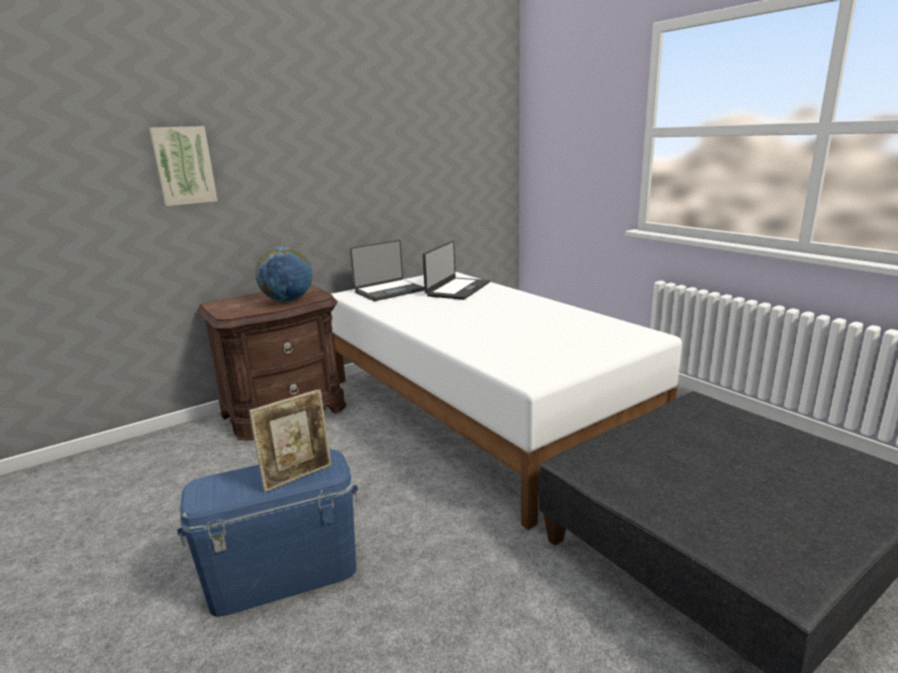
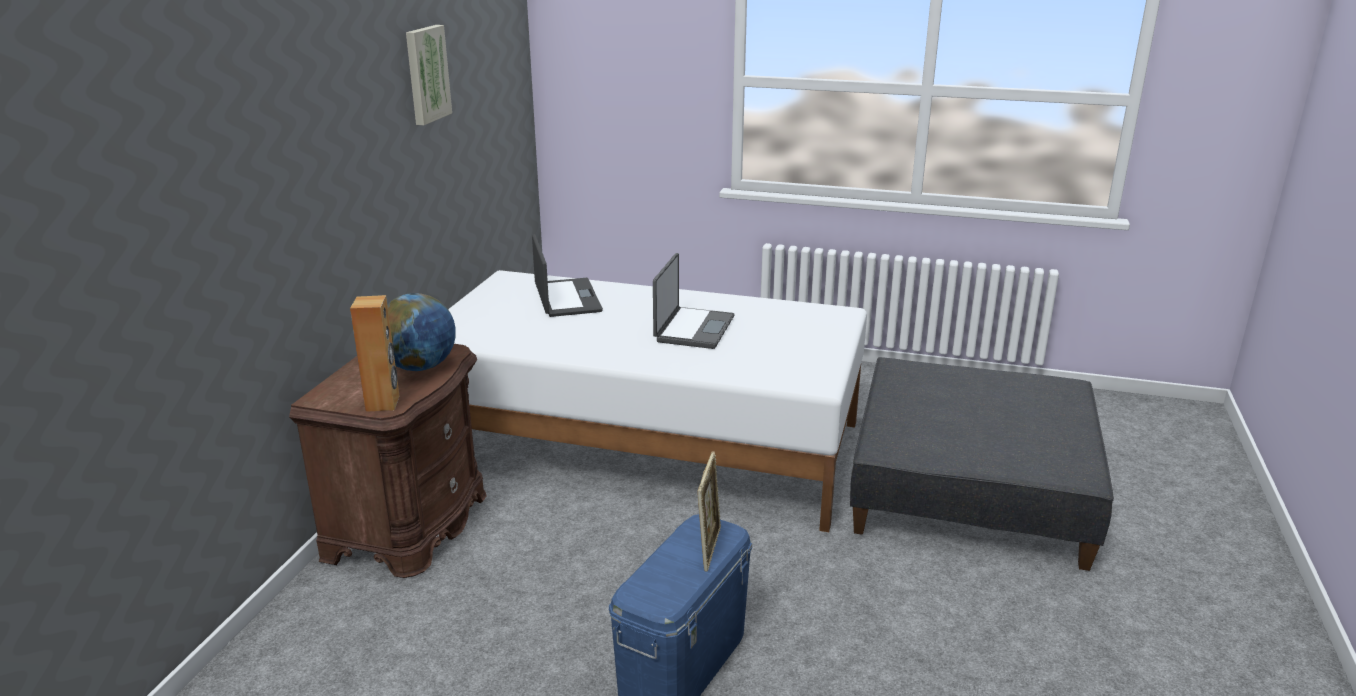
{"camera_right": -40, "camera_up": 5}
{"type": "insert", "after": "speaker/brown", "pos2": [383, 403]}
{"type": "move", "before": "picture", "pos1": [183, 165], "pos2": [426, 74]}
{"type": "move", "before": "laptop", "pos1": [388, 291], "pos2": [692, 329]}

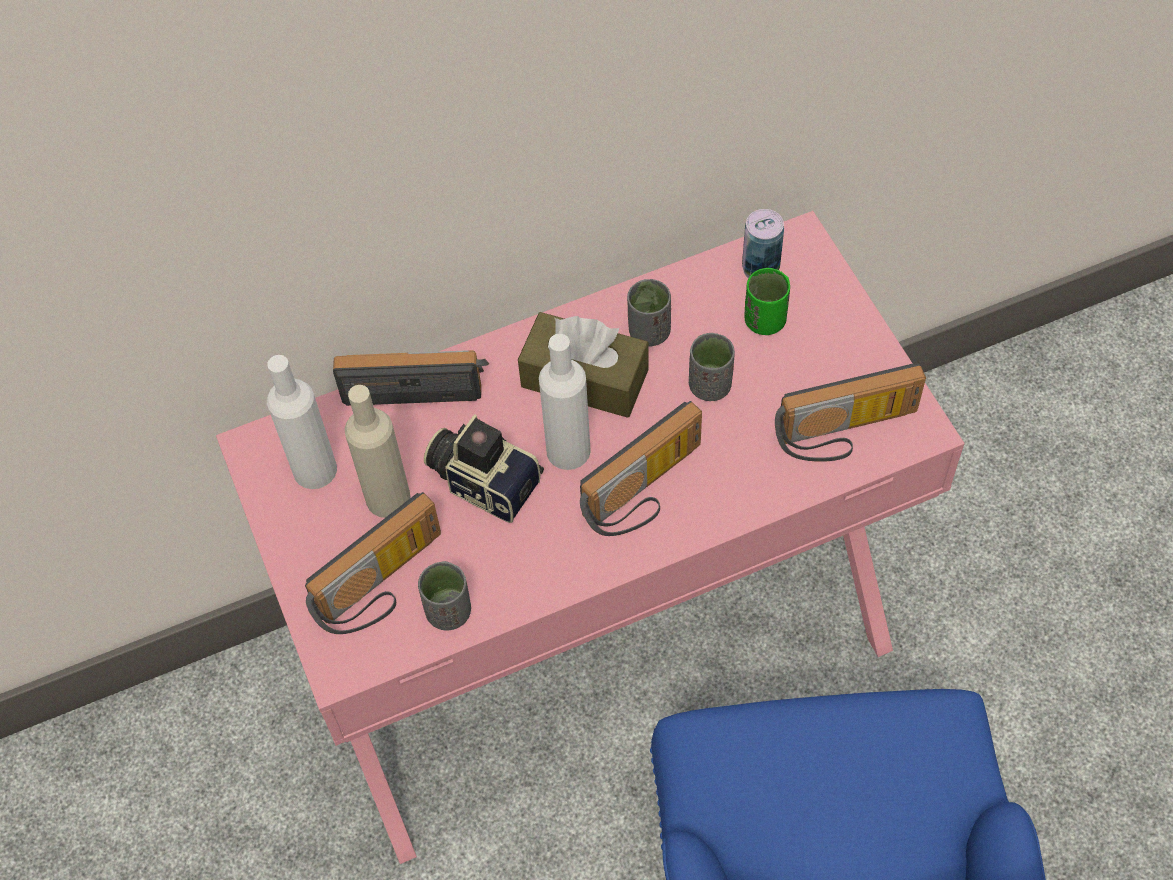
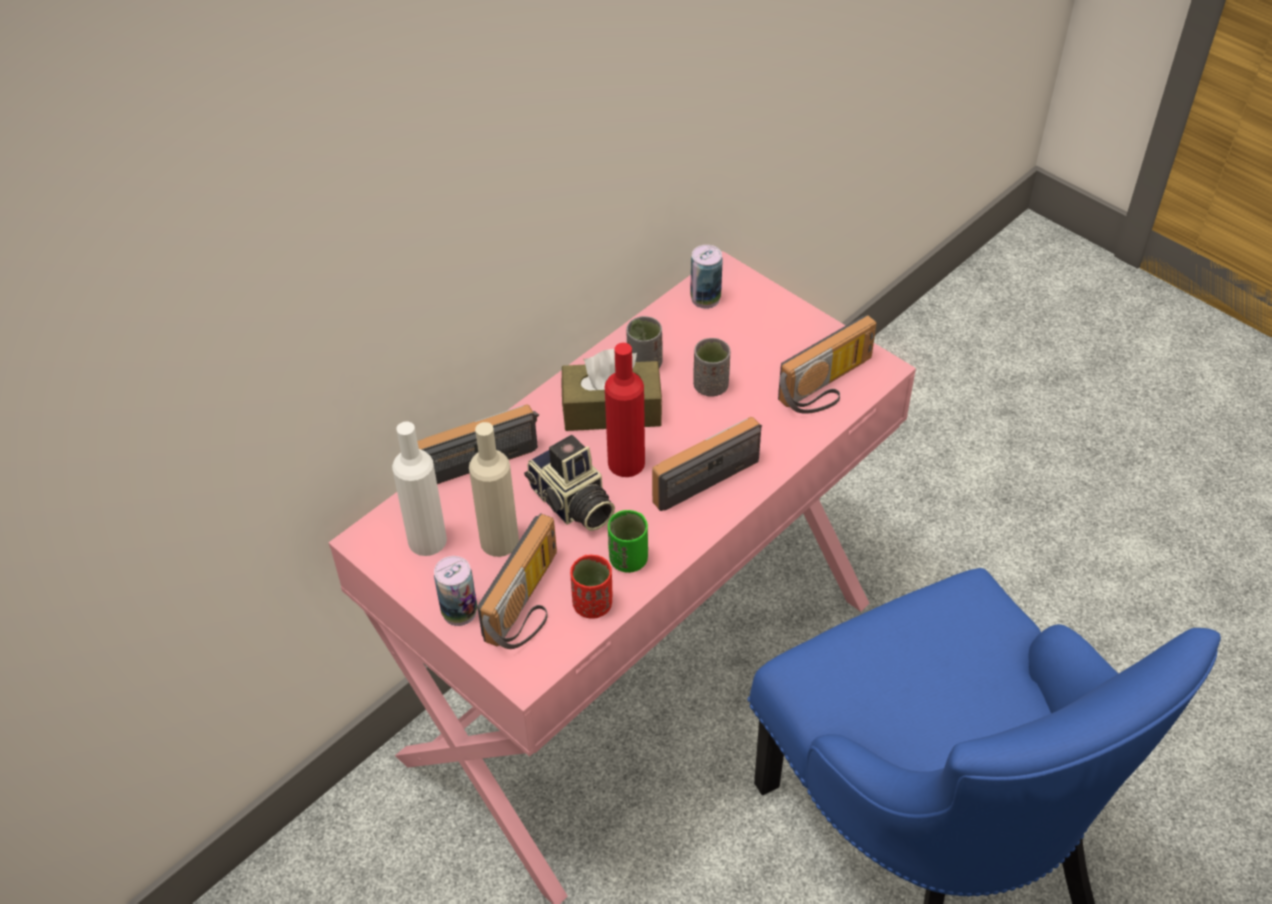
{"camera_right": -25, "camera_up": -10}
{"type": "insert", "after": "can", "pos2": [459, 612]}
{"type": "move", "before": "cup/green", "pos1": [764, 321], "pos2": [628, 559]}
{"type": "recolor", "before": "cup/grey", "after": "cup/red", "pos1": [449, 612], "pos2": [592, 605]}
{"type": "recolor", "before": "bottle/white", "after": "bottle/red", "pos1": [568, 450], "pos2": [626, 463]}
{"type": "rotate", "before": "photo camera", "pos1": [485, 480], "pos2": [571, 504], "turn": -135}
{"type": "rotate", "before": "radio", "pos1": [647, 492], "pos2": [703, 472], "turn": -150}

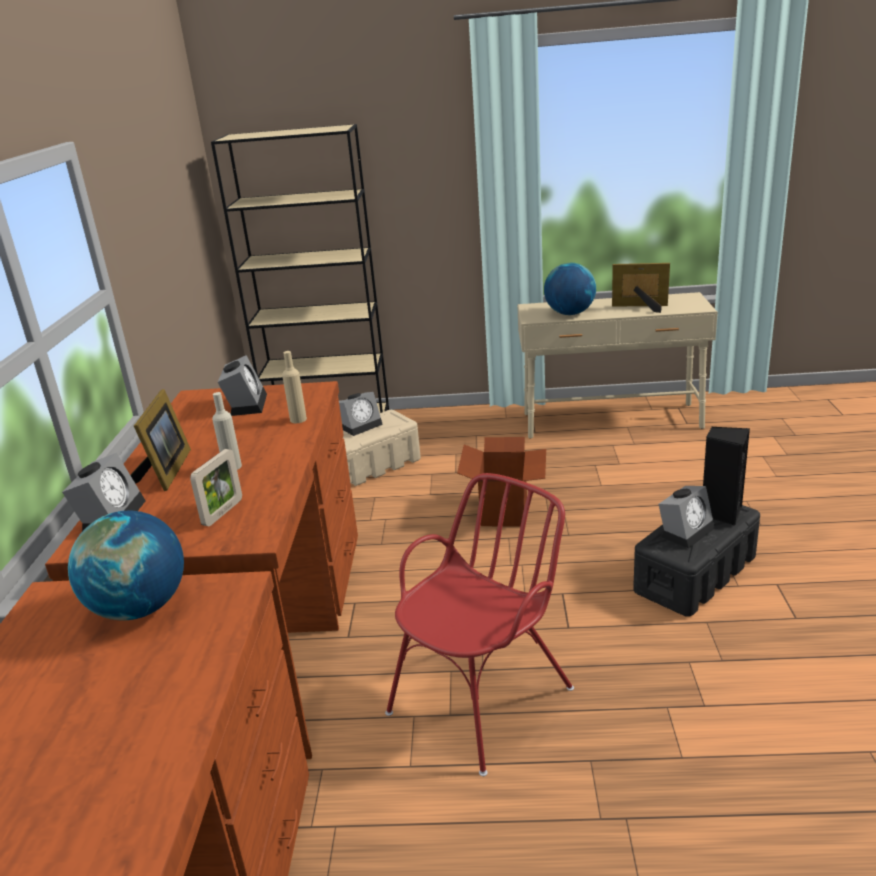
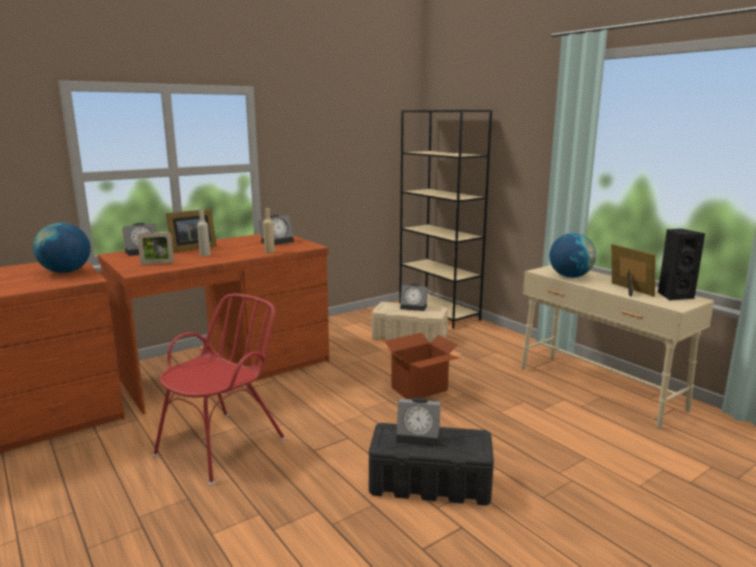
{"camera_right": 50, "camera_up": -10}
{"type": "move", "before": "speaker/black", "pos1": [721, 513], "pos2": [674, 296]}
{"type": "rotate", "before": "chair/red", "pos1": [484, 695], "pos2": [224, 443], "turn": -60}

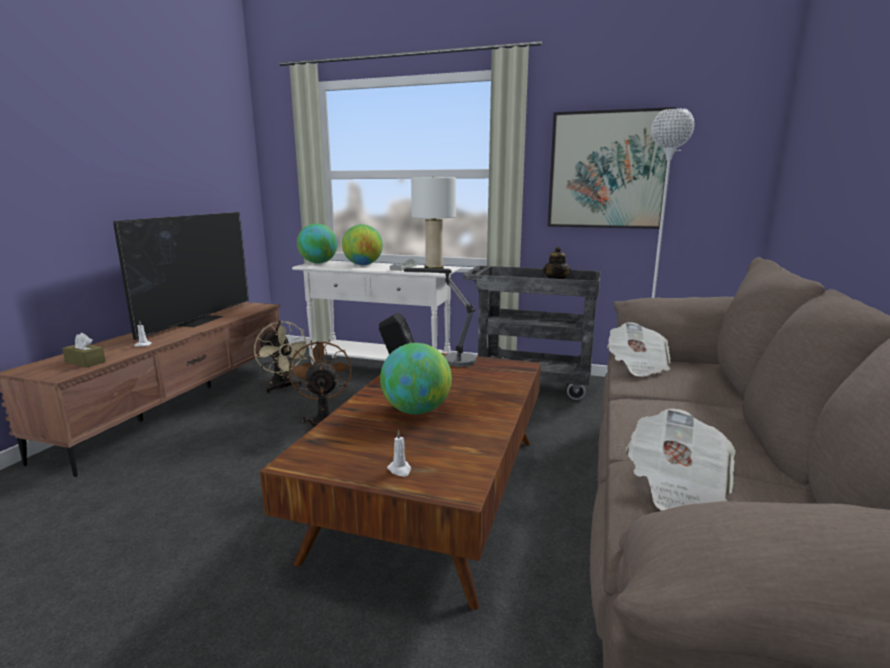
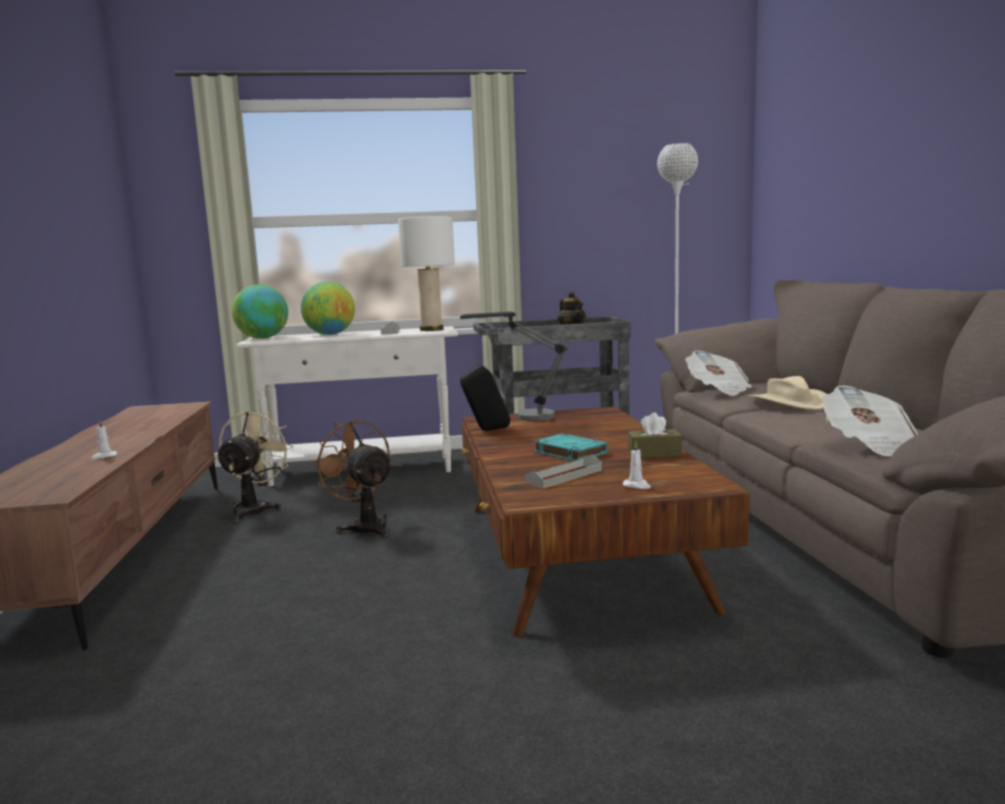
{"camera_right": -25, "camera_up": -5}
{"type": "delete", "before": "television", "pos1": [199, 320]}
{"type": "delete", "before": "picture", "pos1": [607, 170]}
{"type": "insert", "after": "tray/grey", "pos2": [564, 476]}
{"type": "insert", "after": "hat/beige", "pos2": [788, 402]}
{"type": "move", "before": "tissue box/brown", "pos1": [85, 362], "pos2": [654, 454]}
{"type": "replace", "before": "globe", "after": "book/turquoise", "pos1": [416, 411], "pos2": [569, 452]}
{"type": "rotate", "before": "fan/beige", "pos1": [282, 387], "pos2": [255, 509], "turn": -105}

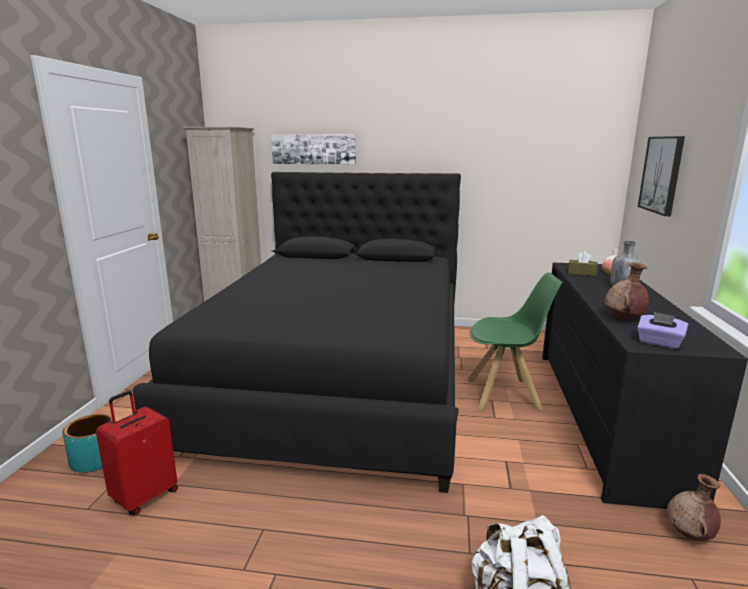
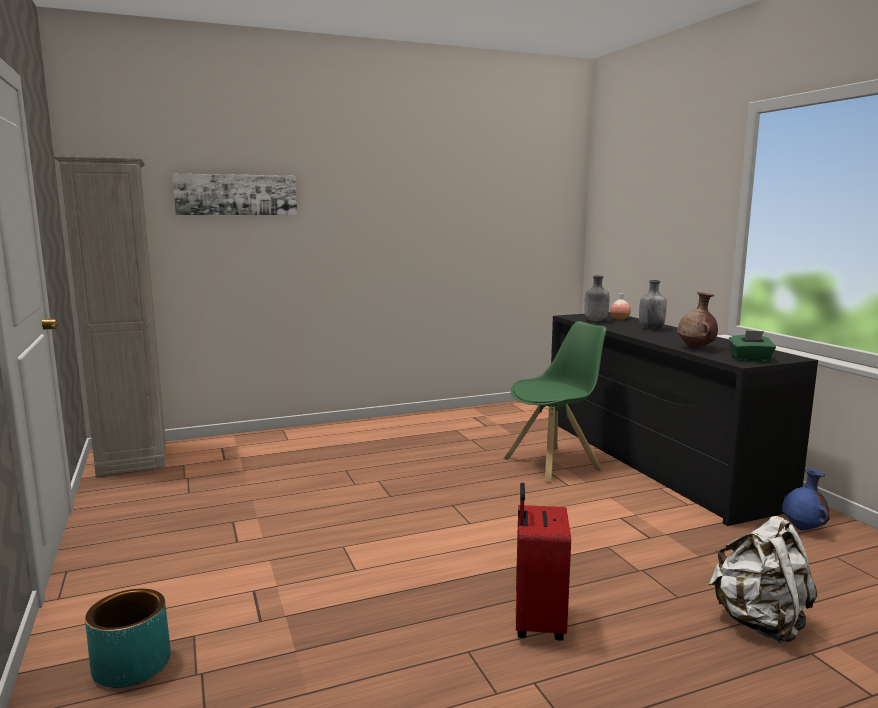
{"camera_right": -30, "camera_up": -5}
{"type": "delete", "before": "bed/black", "pos1": [340, 377]}
{"type": "delete", "before": "picture", "pos1": [662, 174]}
{"type": "move", "before": "suitcase/red", "pos1": [144, 496], "pos2": [537, 623]}
{"type": "replace", "before": "tissue box/brown", "after": "bottle/grey", "pos1": [582, 273], "pos2": [595, 321]}
{"type": "recolor", "before": "tissue box/purple", "after": "tissue box/green", "pos1": [659, 343], "pos2": [750, 359]}
{"type": "recolor", "before": "vase/brown", "after": "vase/blue", "pos1": [689, 535], "pos2": [803, 529]}

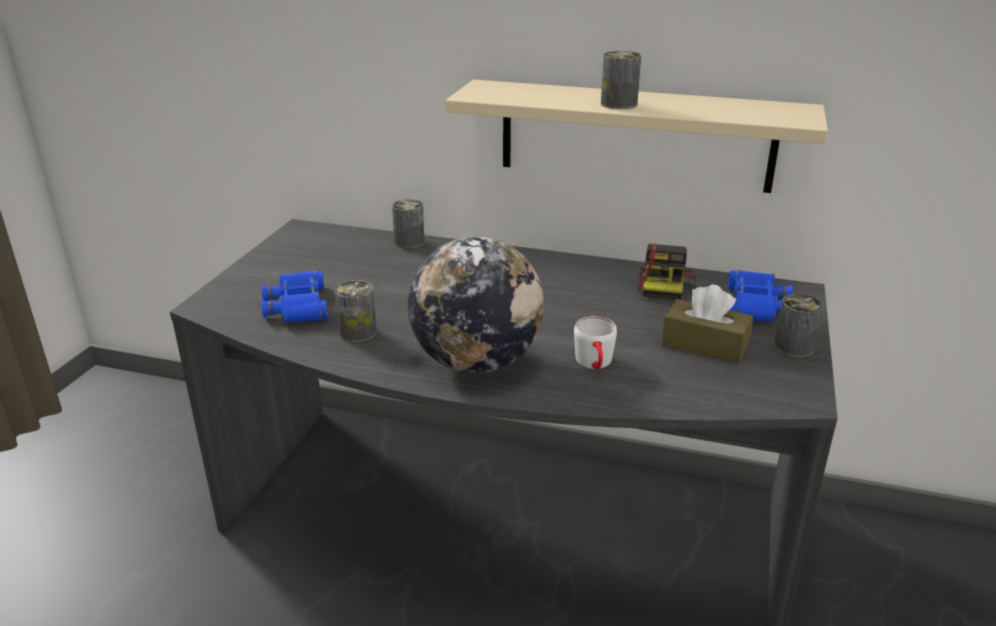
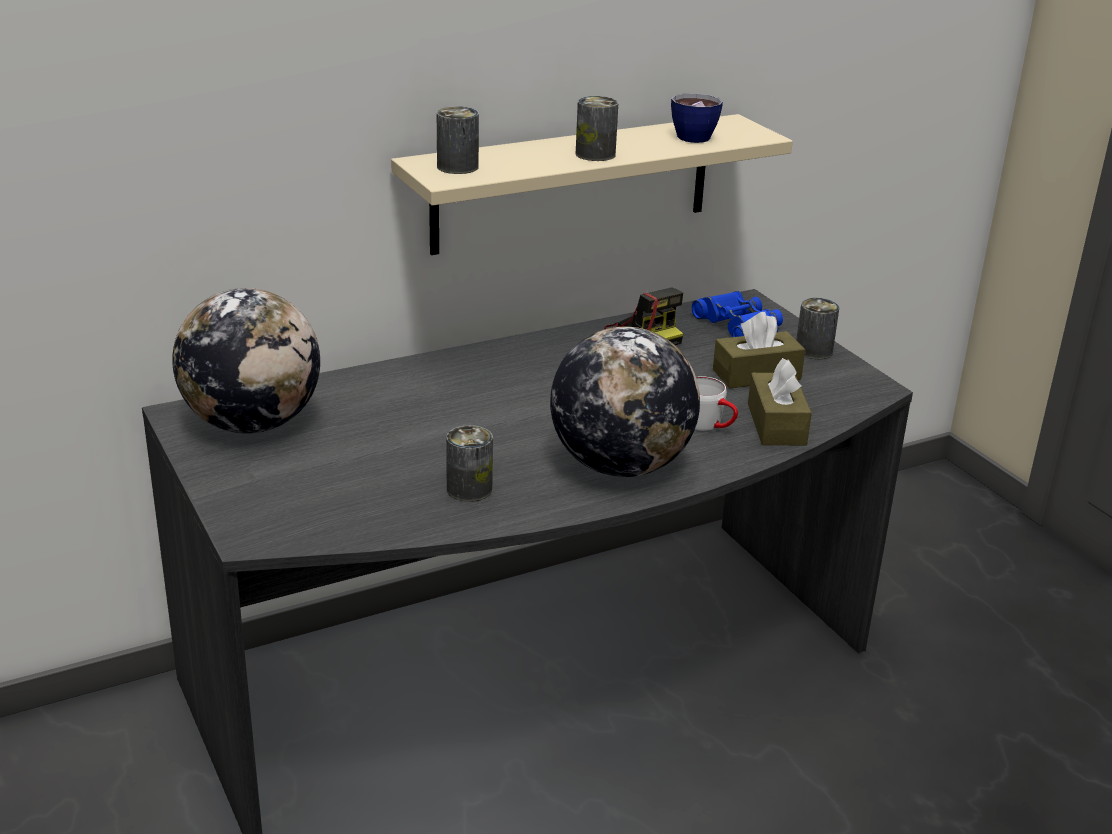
{"camera_right": -45, "camera_up": 0}
{"type": "delete", "before": "binoculars/blue", "pos1": [299, 306]}
{"type": "insert", "after": "globe", "pos2": [252, 424]}
{"type": "insert", "after": "cup", "pos2": [695, 135]}
{"type": "insert", "after": "tissue box/brown", "pos2": [776, 424]}
{"type": "move", "before": "can", "pos1": [409, 242], "pos2": [457, 167]}

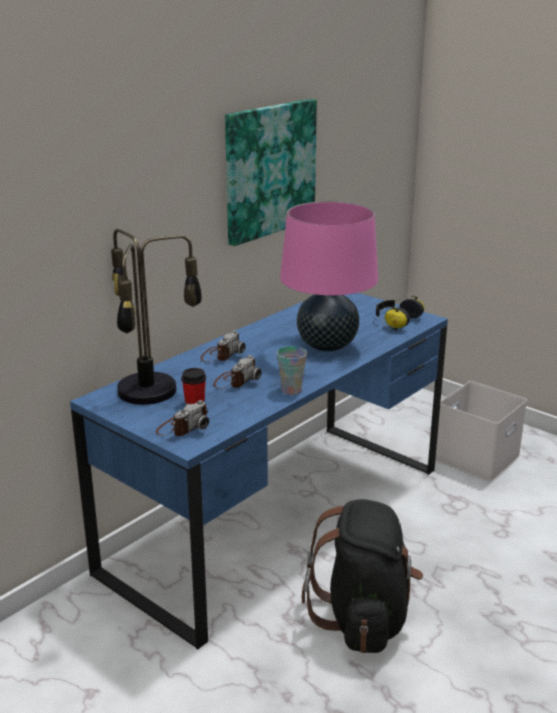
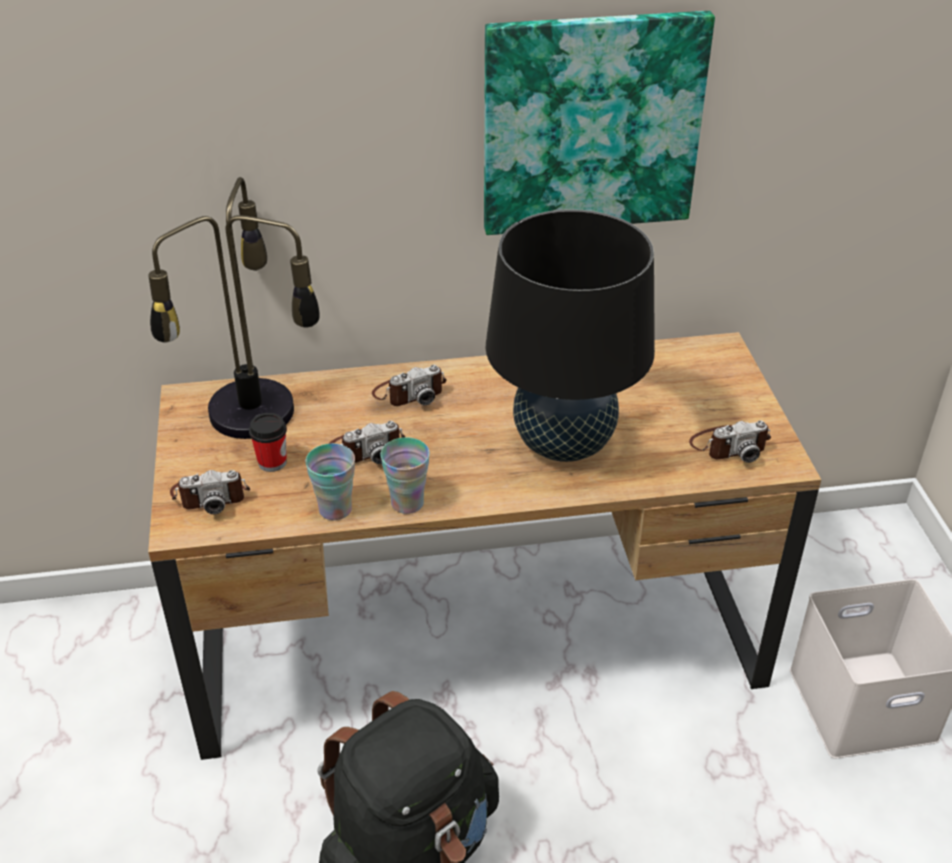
{"camera_right": 40, "camera_up": 15}
{"type": "insert", "after": "cup", "pos2": [335, 509]}
{"type": "replace", "before": "headphones", "after": "photo camera", "pos1": [396, 321], "pos2": [729, 446]}
{"type": "recolor", "before": "desk/blue", "after": "desk/brown", "pos1": [278, 518], "pos2": [476, 636]}
{"type": "recolor", "before": "table lamp/pink", "after": "table lamp/black", "pos1": [327, 345], "pos2": [563, 444]}

